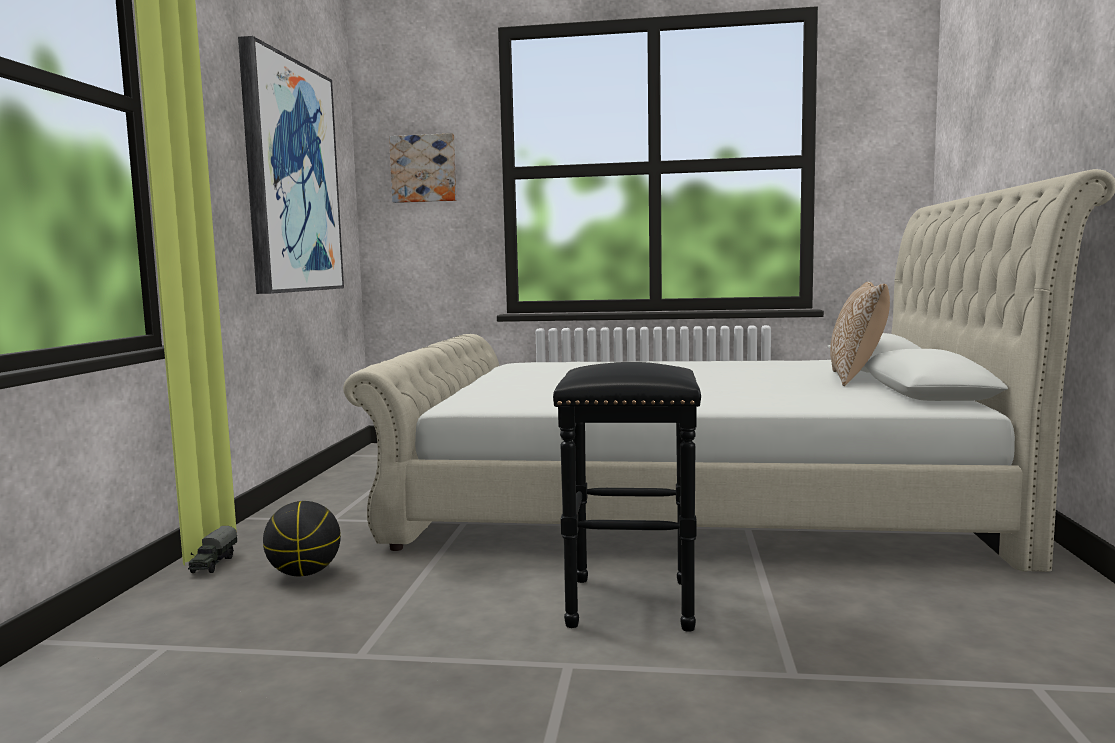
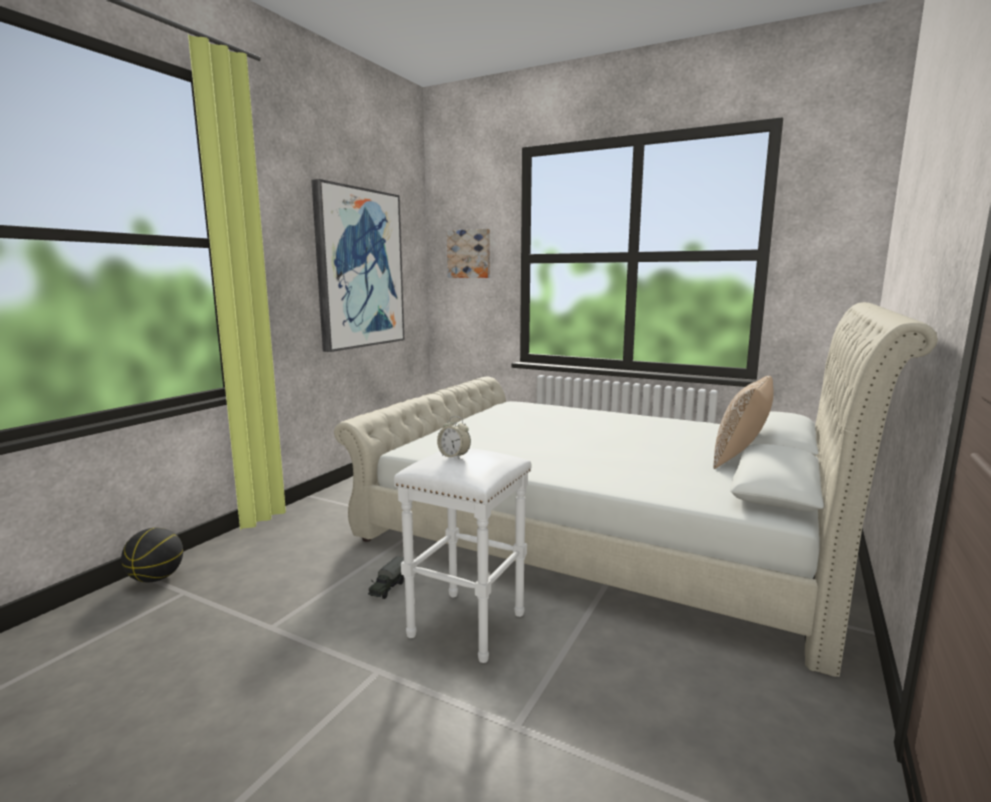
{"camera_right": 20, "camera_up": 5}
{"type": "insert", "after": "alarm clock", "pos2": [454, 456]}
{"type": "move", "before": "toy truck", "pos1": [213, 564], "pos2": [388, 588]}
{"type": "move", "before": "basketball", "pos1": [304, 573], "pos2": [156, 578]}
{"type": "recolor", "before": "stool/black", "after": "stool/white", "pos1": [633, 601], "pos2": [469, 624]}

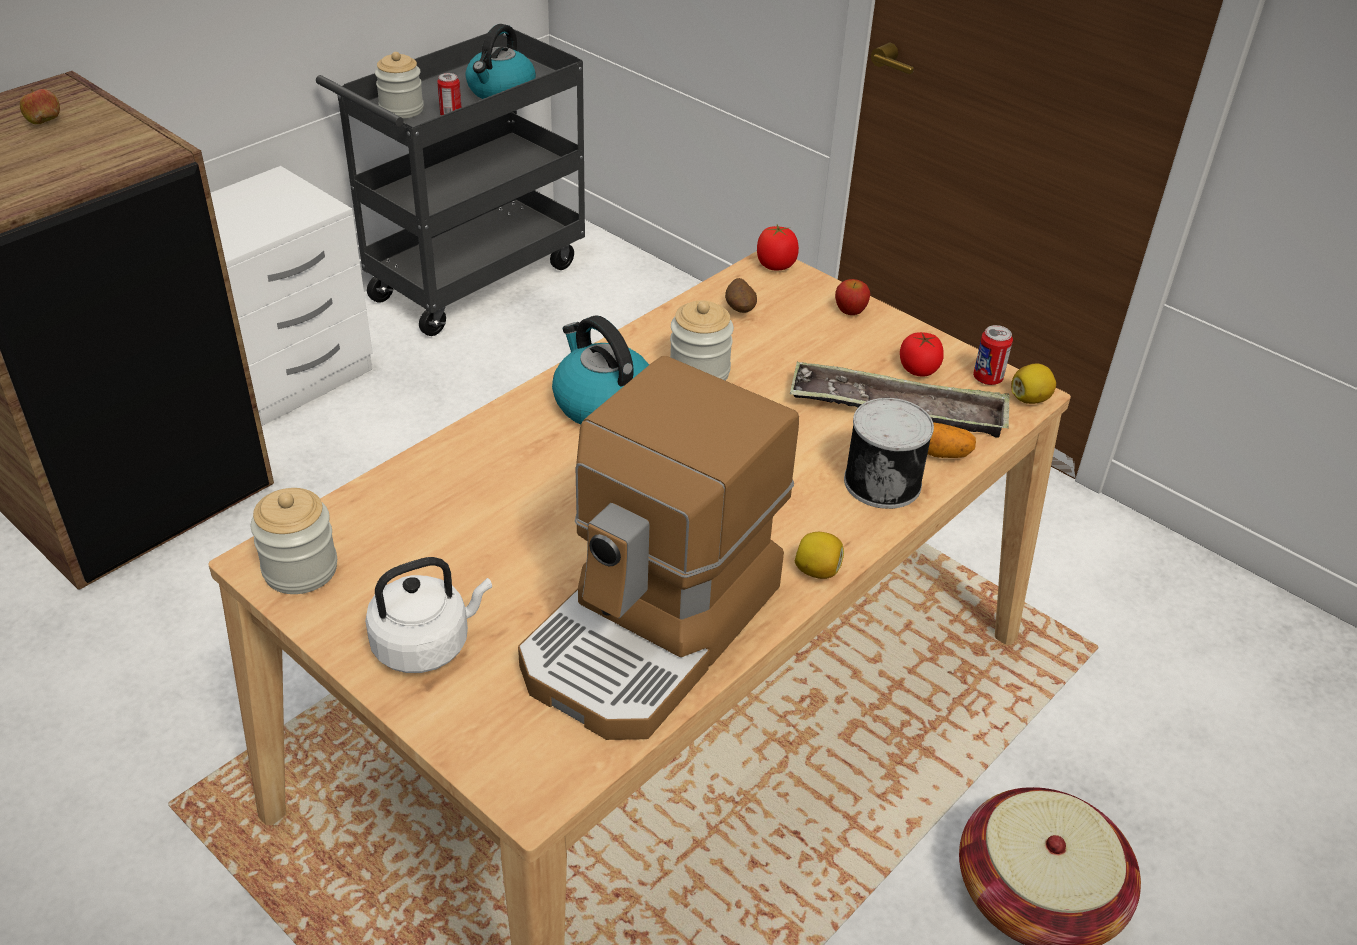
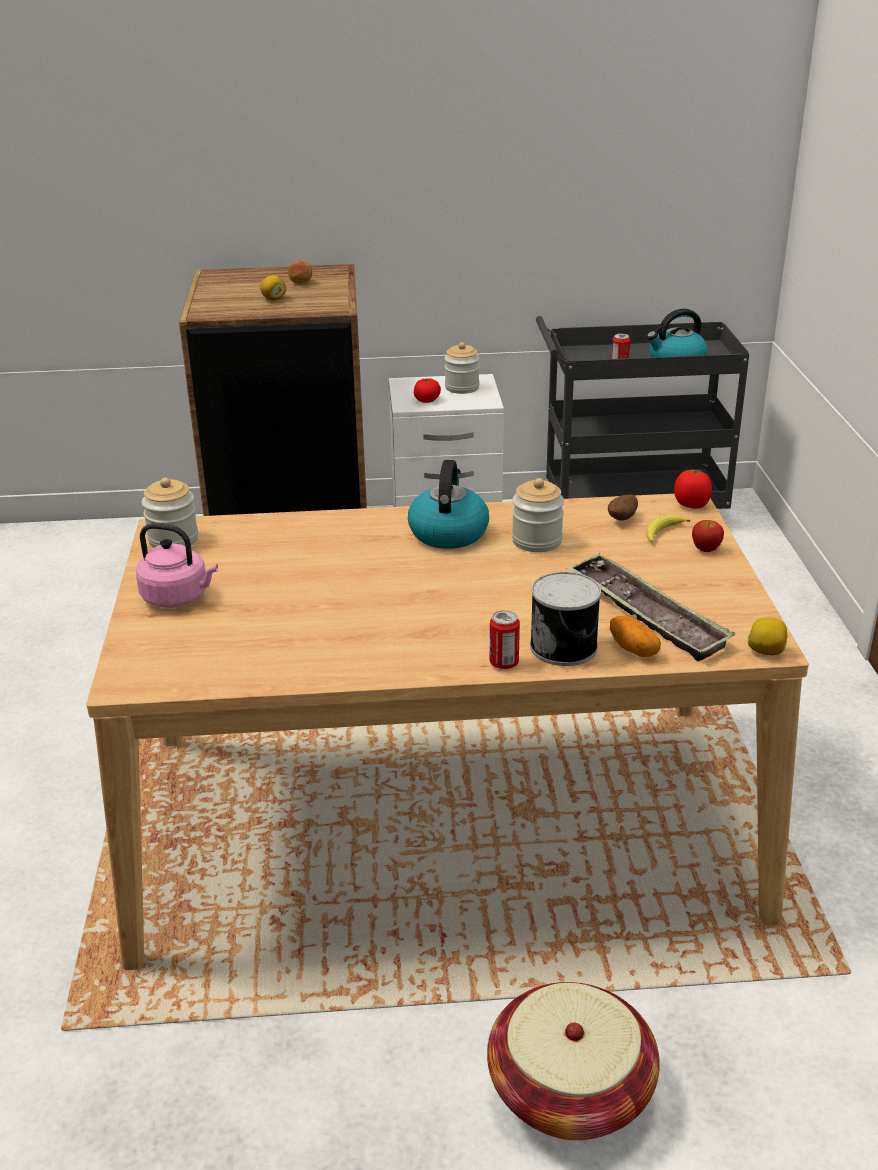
{"camera_right": 45, "camera_up": -10}
{"type": "delete", "before": "coffee machine", "pos1": [654, 630]}
{"type": "insert", "after": "banana", "pos2": [662, 533]}
{"type": "move", "before": "jar", "pos1": [401, 109], "pos2": [462, 387]}
{"type": "move", "before": "lemon", "pos1": [817, 571], "pos2": [273, 299]}
{"type": "move", "before": "tomato", "pos1": [918, 369], "pos2": [427, 400]}
{"type": "move", "before": "can", "pos1": [987, 378], "pos2": [504, 663]}
{"type": "recolor", "before": "kettle/white", "after": "kettle/pink", "pos1": [426, 644], "pos2": [178, 597]}

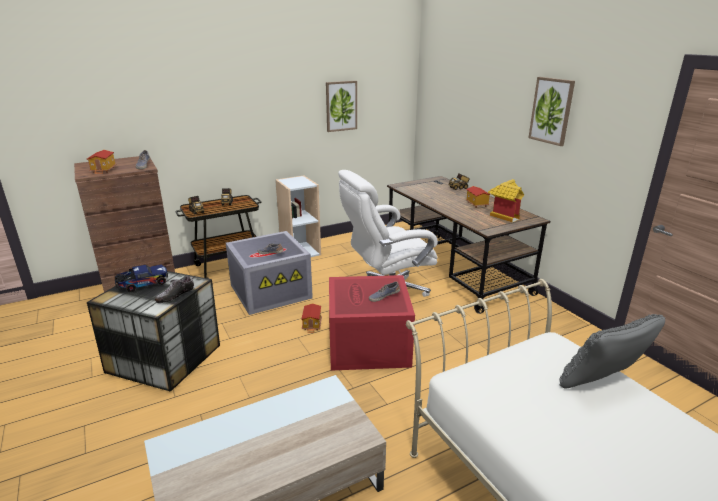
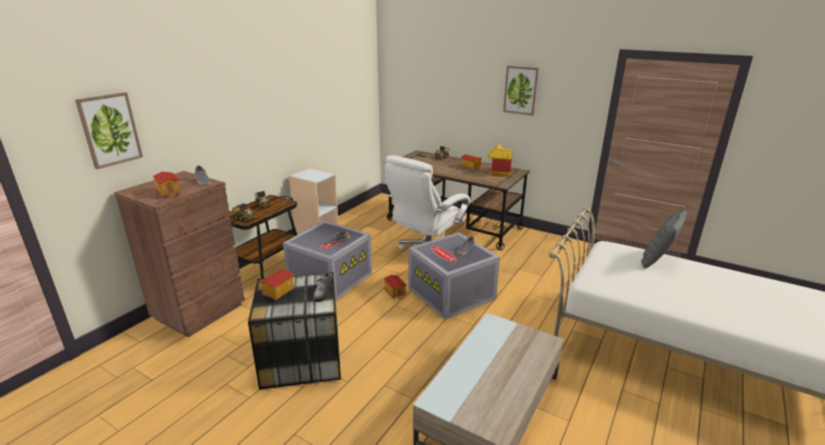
{"camera_right": -30, "camera_up": 0}
{"type": "move", "before": "picture", "pos1": [341, 106], "pos2": [110, 130]}
{"type": "replace", "before": "toy truck", "after": "toy house", "pos1": [142, 284], "pos2": [278, 293]}
{"type": "recolor", "before": "storage box/red", "after": "storage box/grey", "pos1": [369, 345], "pos2": [453, 293]}

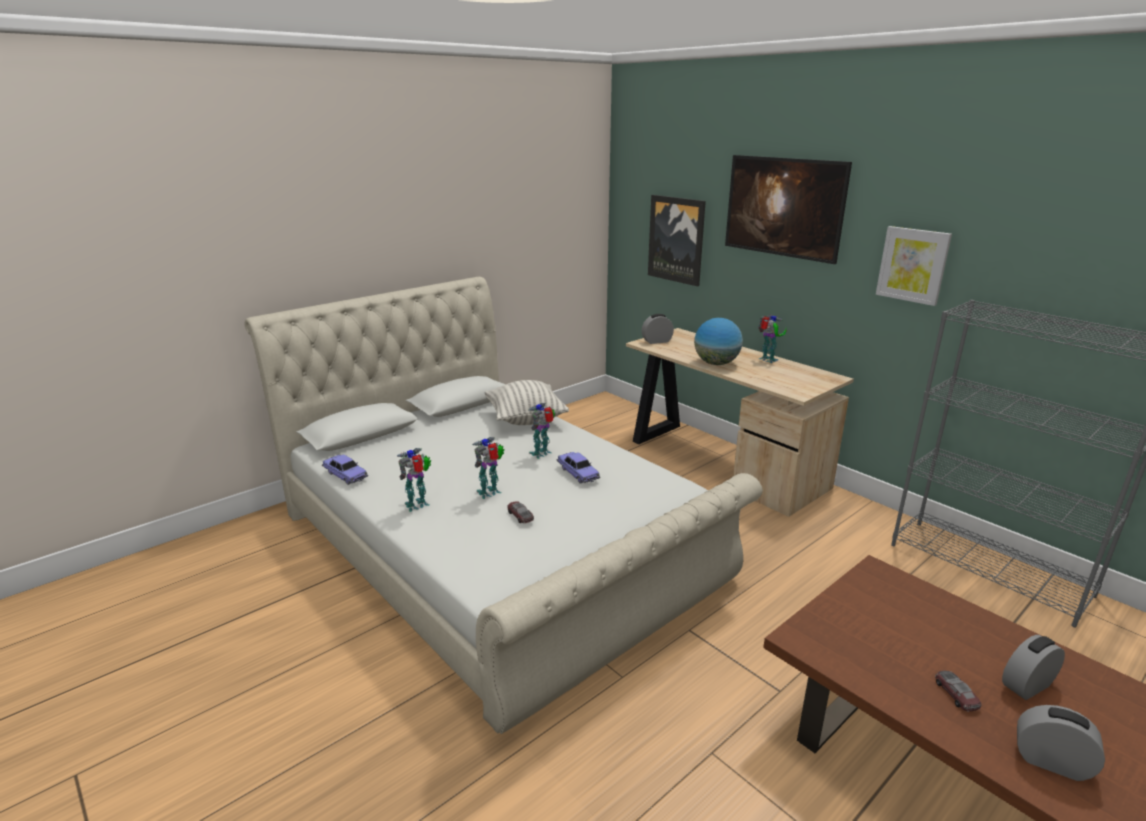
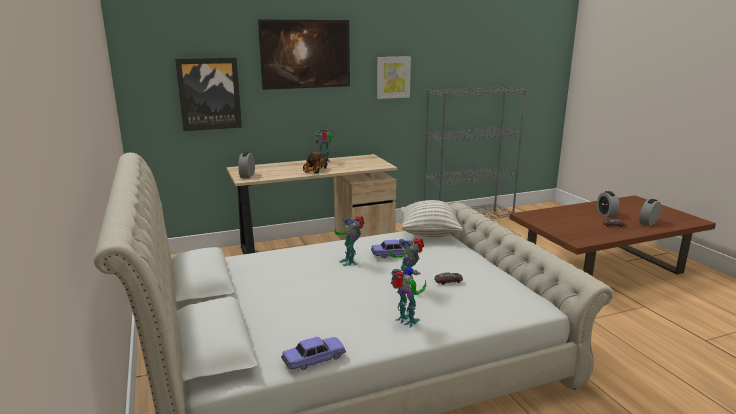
{"camera_right": -70, "camera_up": -5}
{"type": "move", "before": "pillow", "pos1": [526, 419], "pos2": [429, 234]}
{"type": "replace", "before": "globe", "after": "toy truck", "pos1": [716, 363], "pos2": [314, 171]}
{"type": "rotate", "before": "toy robot", "pos1": [418, 505], "pos2": [407, 322], "turn": 150}

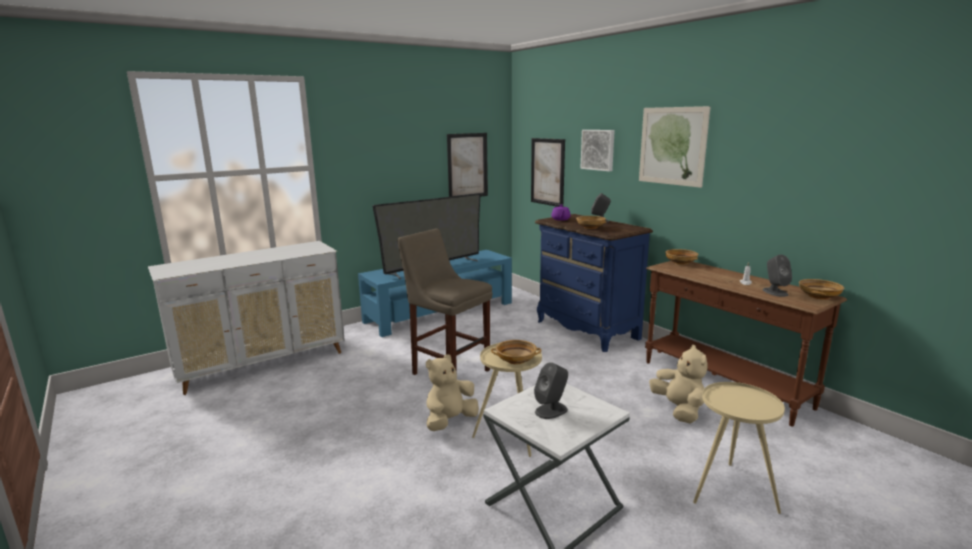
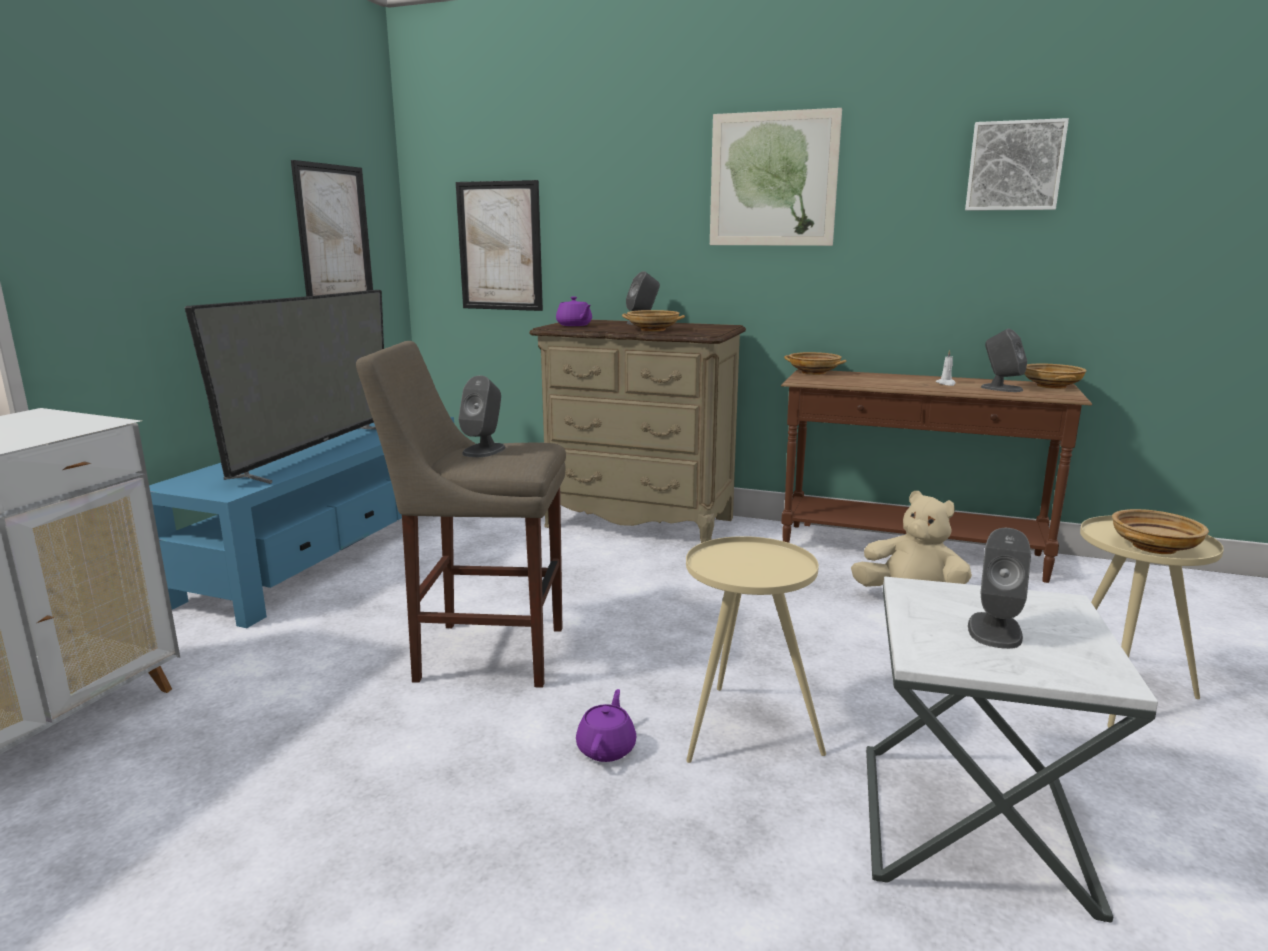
{"camera_right": -35, "camera_up": 0}
{"type": "insert", "after": "speaker/grey", "pos2": [484, 450]}
{"type": "move", "before": "bowl/beige", "pos1": [516, 360], "pos2": [1154, 547]}
{"type": "move", "before": "picture", "pos1": [598, 150], "pos2": [1014, 166]}
{"type": "replace", "before": "plush toy/beige", "after": "teapot/purple", "pos1": [450, 421], "pos2": [607, 748]}
{"type": "recolor", "before": "dresser/blue", "after": "dresser/beige", "pos1": [585, 330], "pos2": [638, 523]}

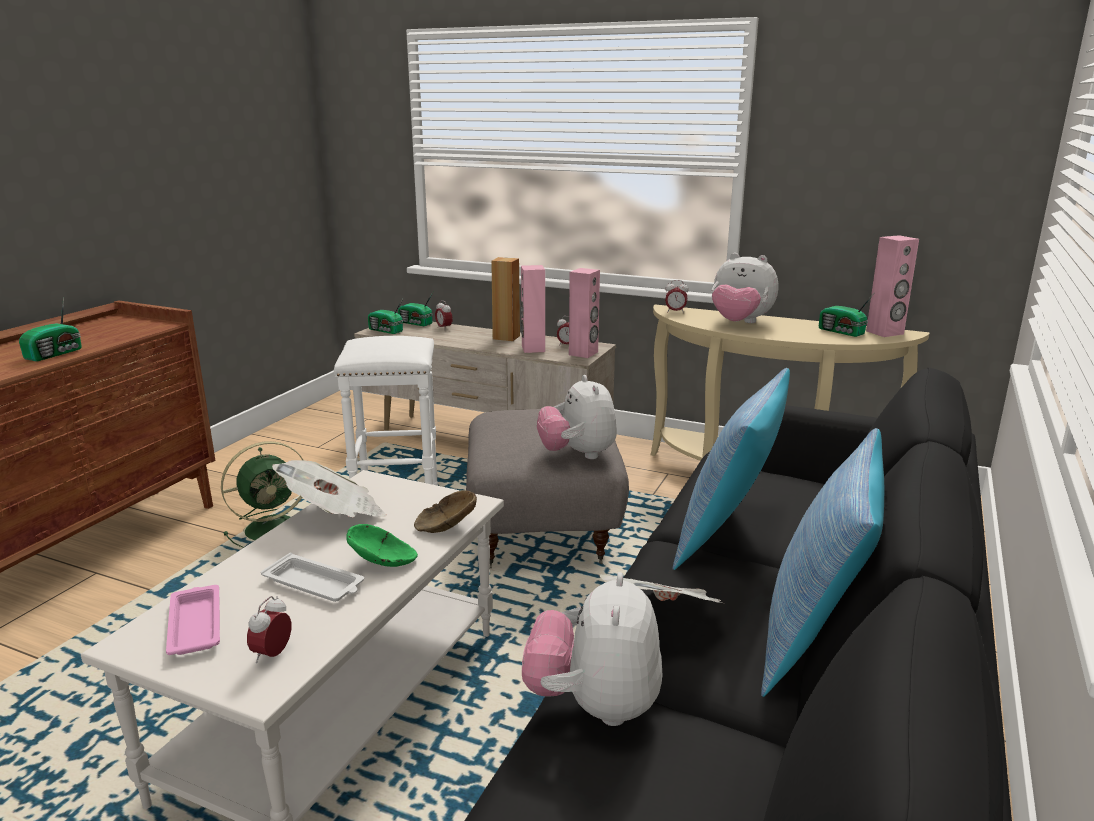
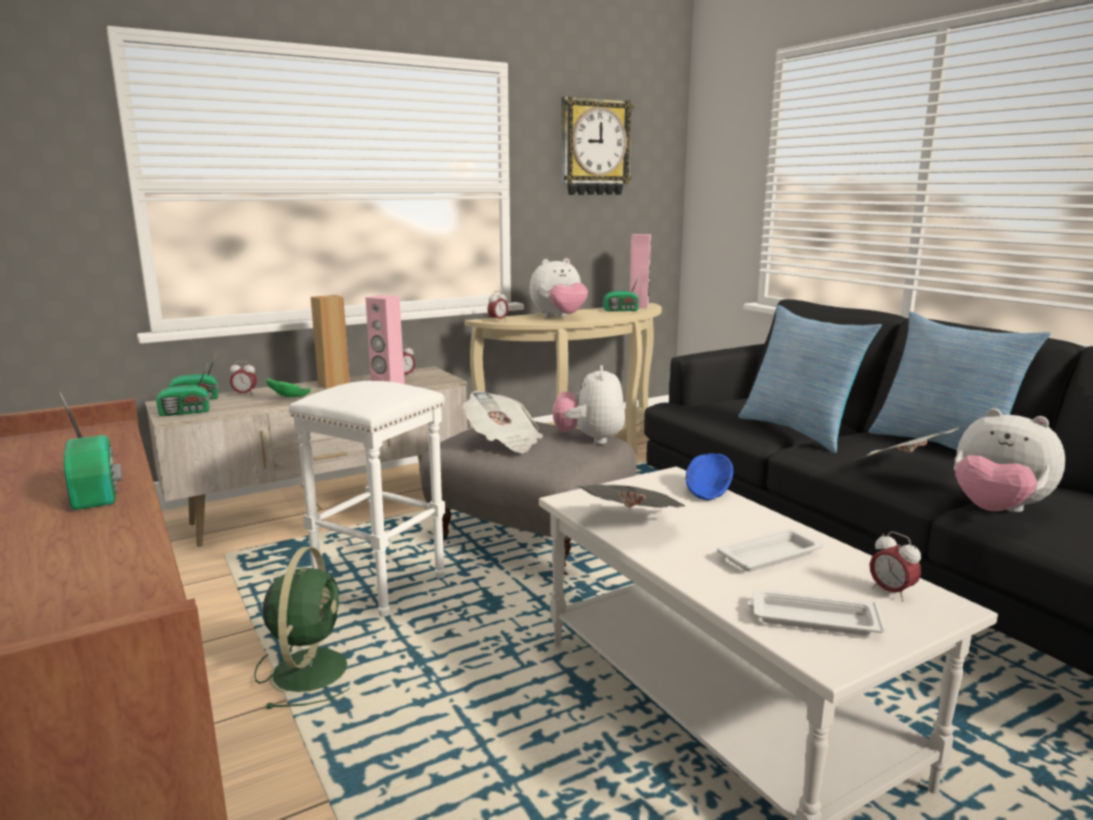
{"camera_right": -55, "camera_up": -5}
{"type": "delete", "before": "speaker/pink", "pos1": [583, 353]}
{"type": "insert", "after": "newspaper", "pos2": [503, 442]}
{"type": "insert", "after": "wall clock", "pos2": [594, 148]}
{"type": "move", "before": "bowl/green", "pos1": [384, 562], "pos2": [291, 398]}
{"type": "recolor", "before": "tray/pink", "after": "tray/white", "pos1": [195, 624], "pos2": [812, 619]}
{"type": "recolor", "before": "bowl/brown", "after": "bowl/blue", "pos1": [444, 526], "pos2": [706, 492]}
{"type": "rotate", "before": "plush toy", "pos1": [578, 454], "pos2": [589, 439], "turn": 75}

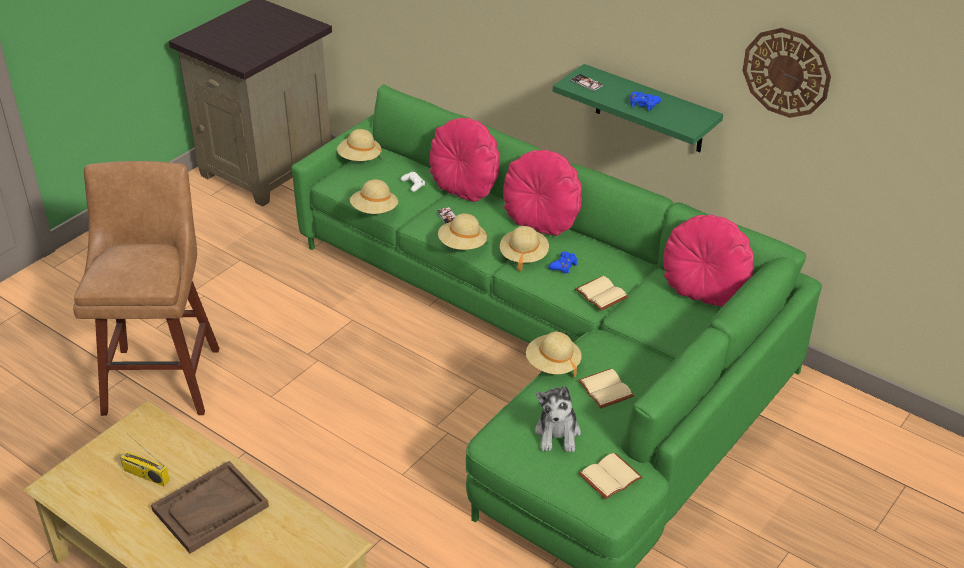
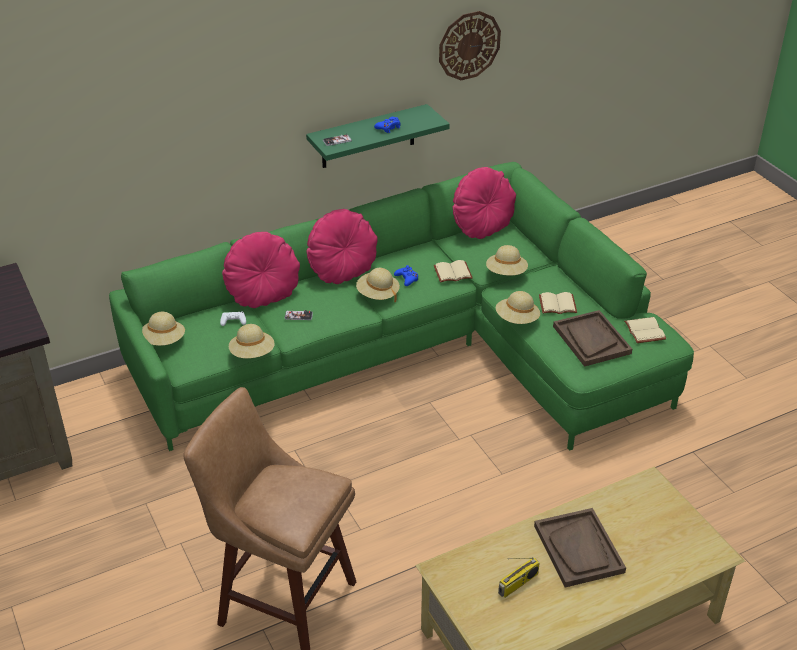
{"camera_right": -65, "camera_up": 0}
{"type": "move", "before": "hat/beige", "pos1": [462, 245], "pos2": [506, 273]}
{"type": "replace", "before": "plush toy", "after": "tray/brown", "pos1": [558, 433], "pos2": [591, 340]}

